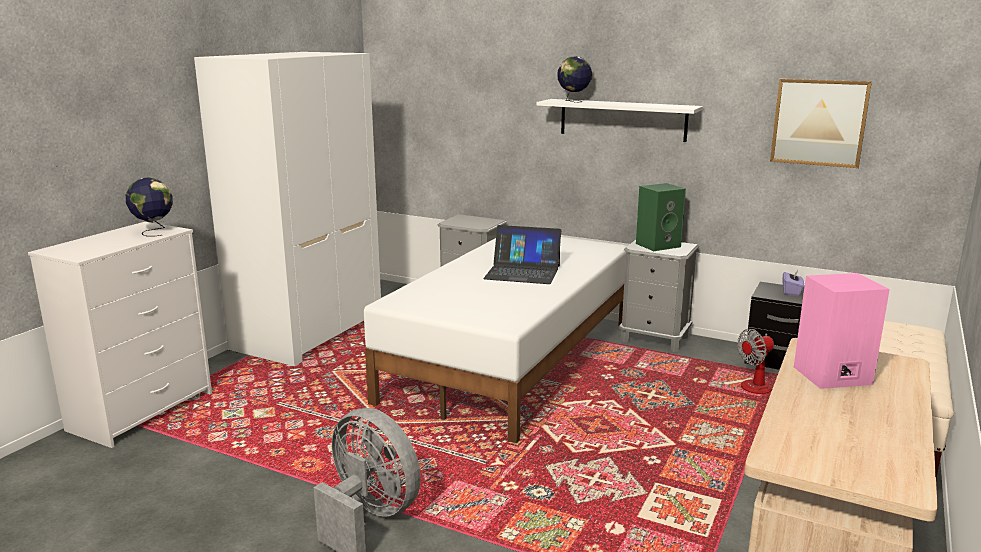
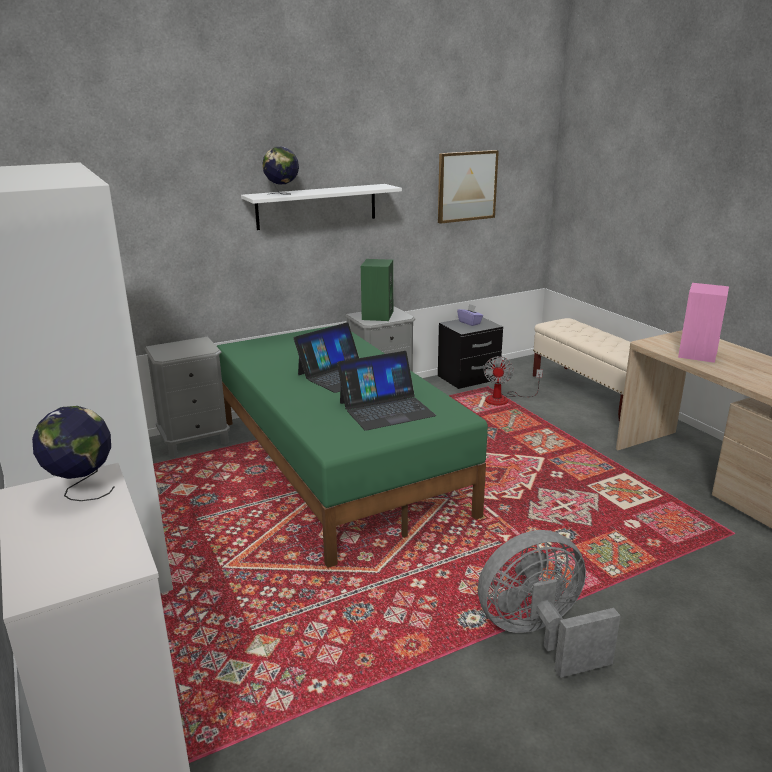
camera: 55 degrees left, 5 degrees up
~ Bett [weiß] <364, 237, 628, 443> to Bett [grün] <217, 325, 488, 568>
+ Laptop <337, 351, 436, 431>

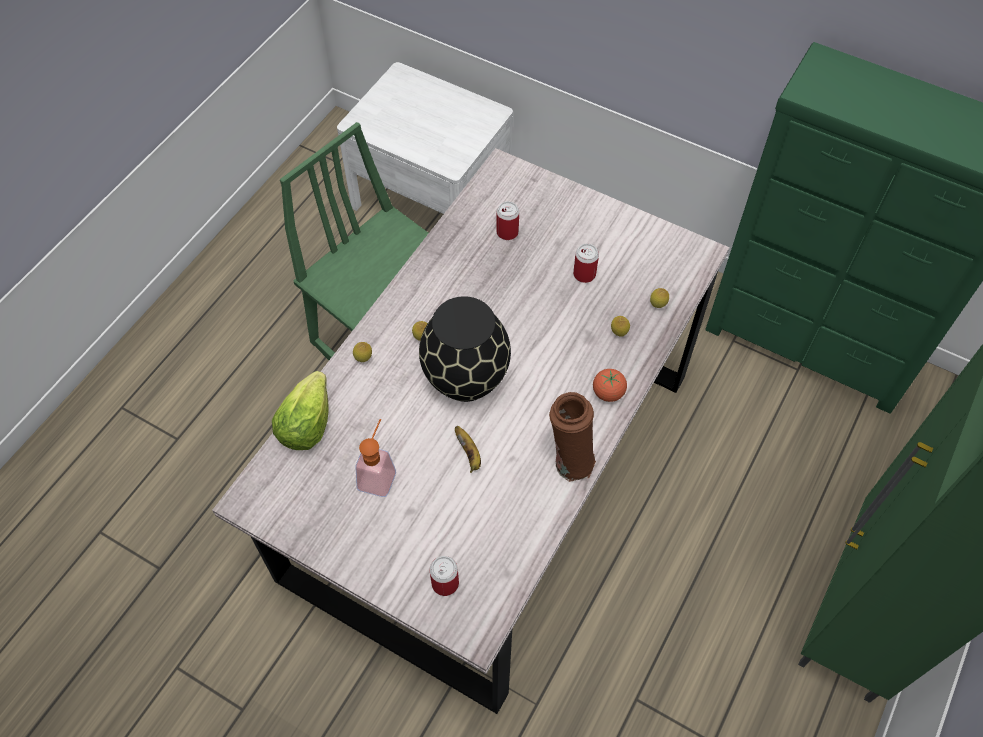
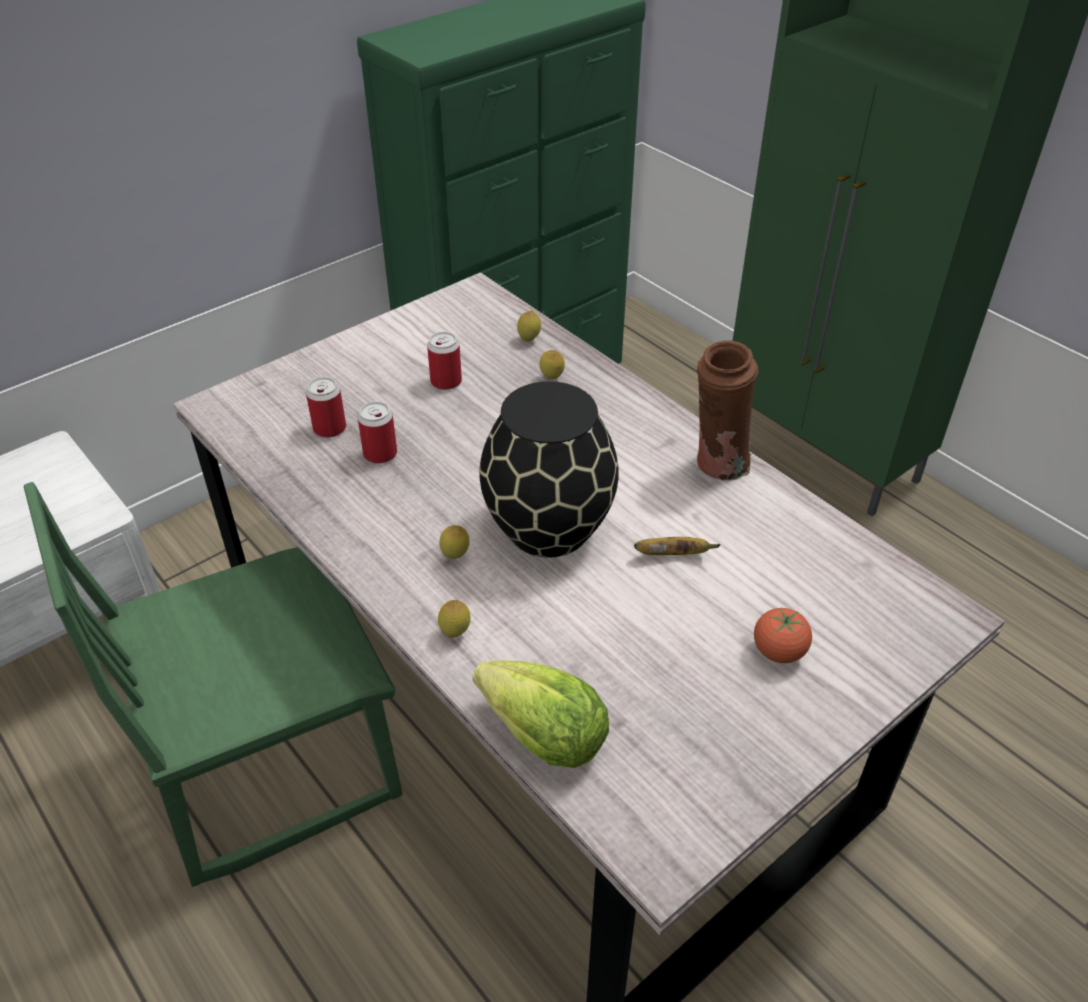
camera: 70 degrees left, 15 degrees down
~ Tomate <593, 369, 627, 402> to <754, 608, 812, 663>
- Seifenspender <355, 419, 396, 497>
~ Dose <430, 556, 459, 596> to <357, 401, 397, 464>

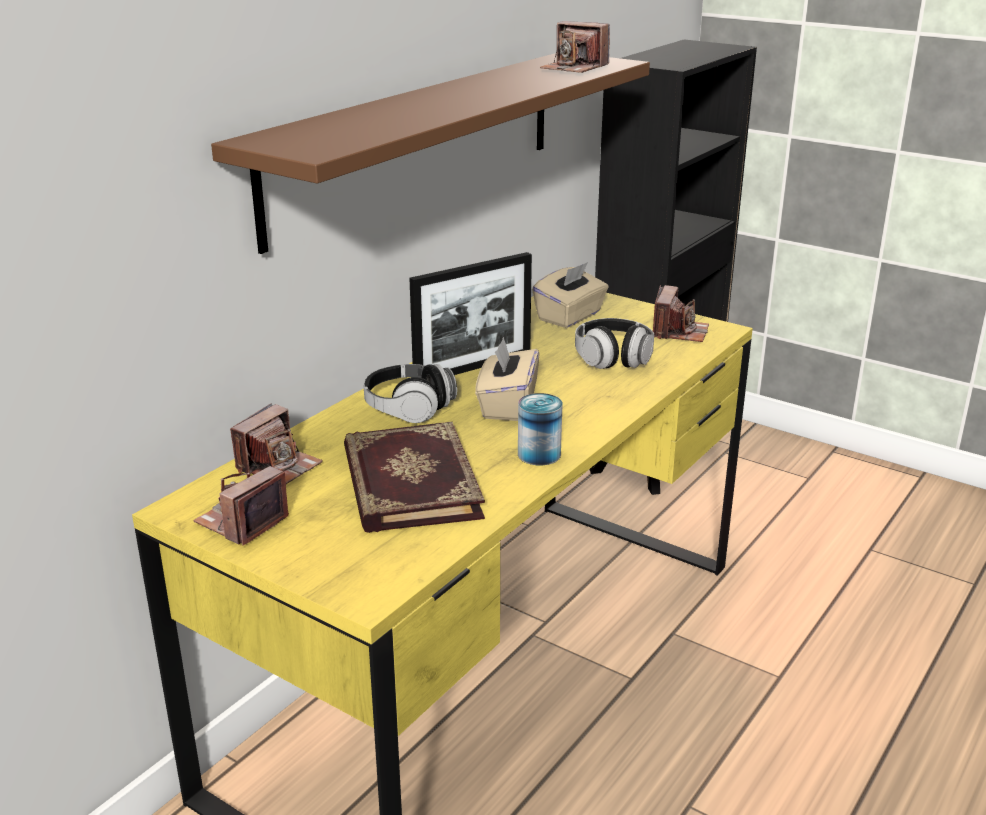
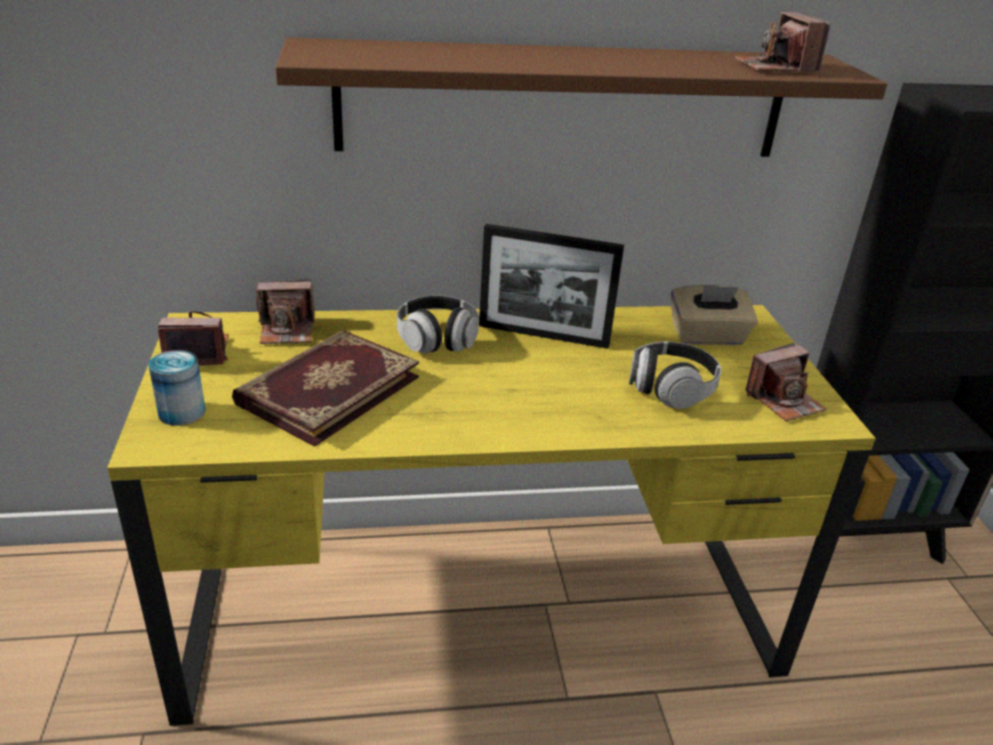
camera: 45 degrees right, 5 degrees up
- Taschentuchbox [beige] <475, 337, 540, 421>
~ Dose <518, 393, 563, 465> to <148, 350, 205, 426>

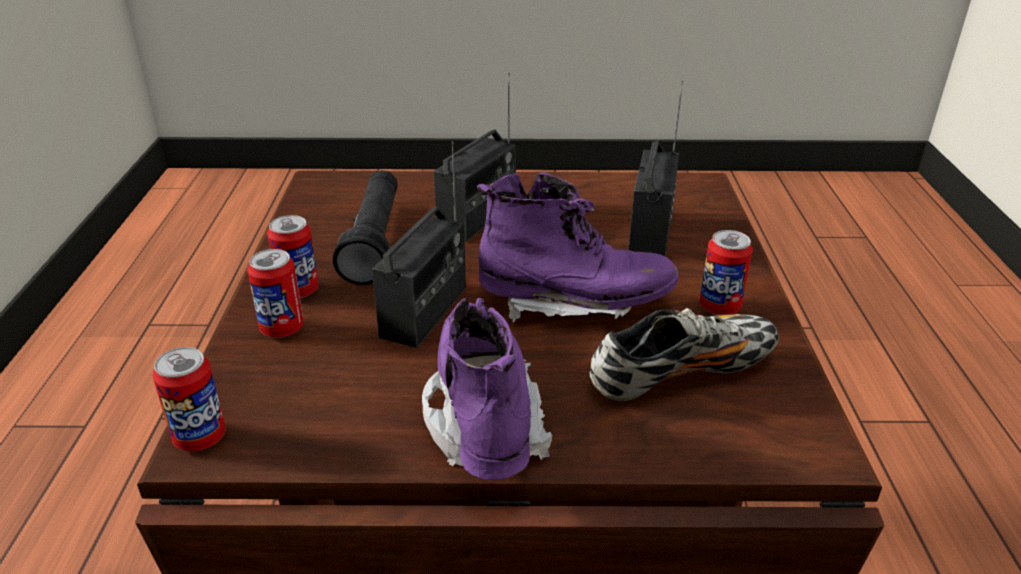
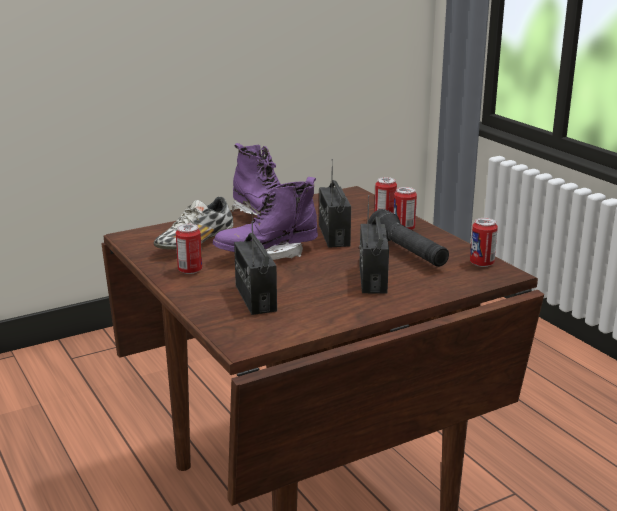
camera: 150 degrees right, 10 degrees down
~ Dose <153, 347, 226, 451> to <470, 218, 498, 267>

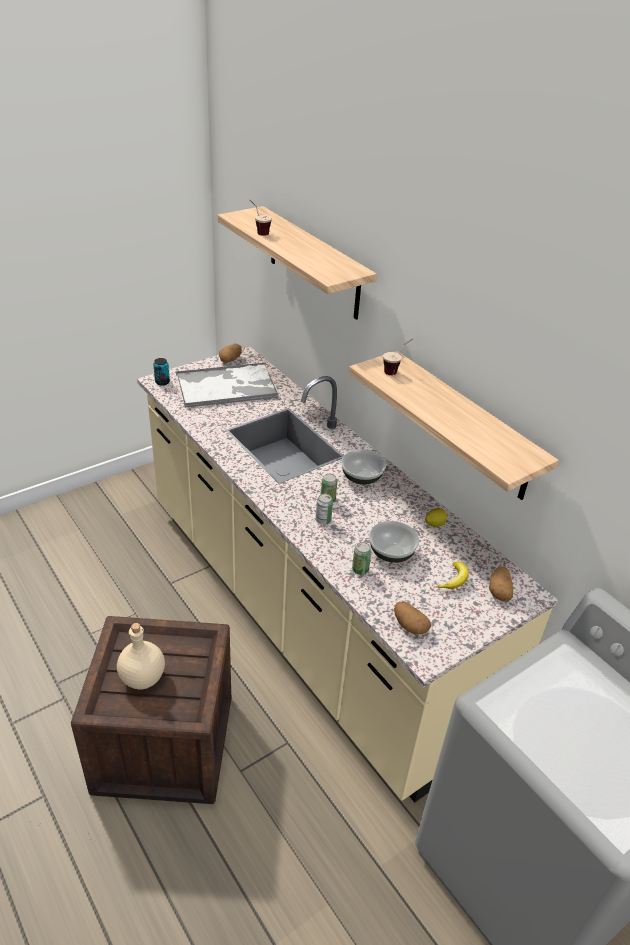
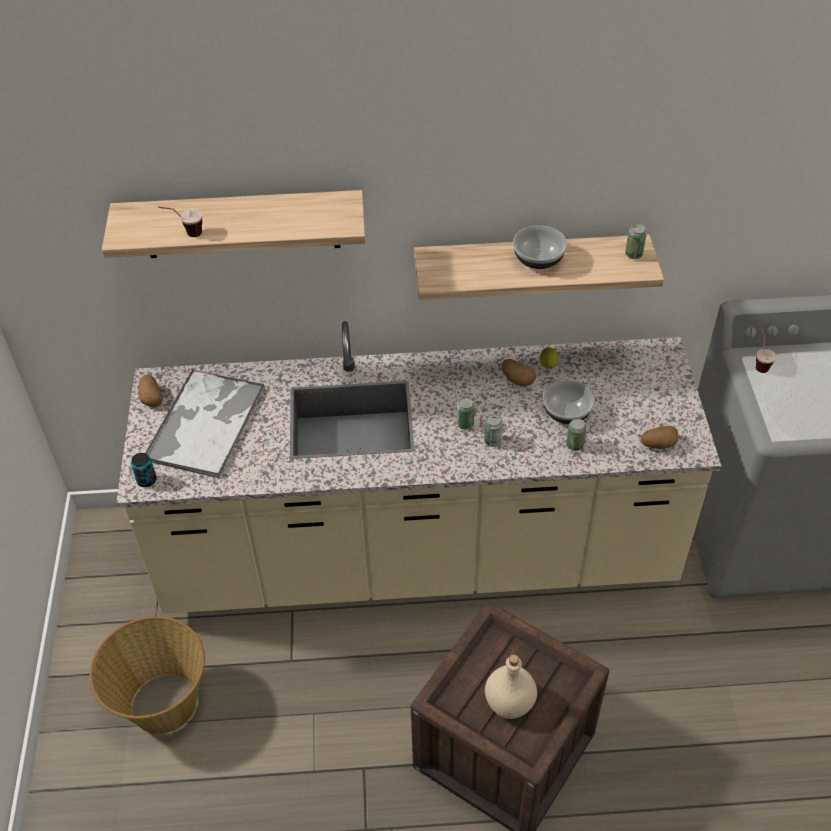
camera: 55 degrees left, 10 degrees up
~ Tasse <383, 339, 413, 375> to <756, 328, 776, 373>
~ Schüssel <341, 449, 386, 485> to <513, 225, 567, 269>
- Banane <436, 562, 469, 589>
~ Kartoffel <489, 566, 513, 602> to <502, 359, 536, 386>
+ Dose <625, 224, 647, 259>
+ Korb <90, 616, 205, 734>

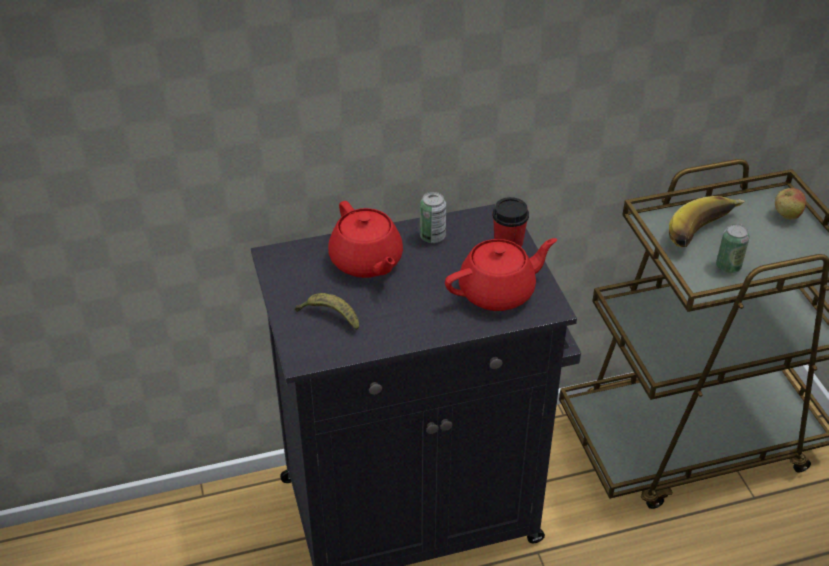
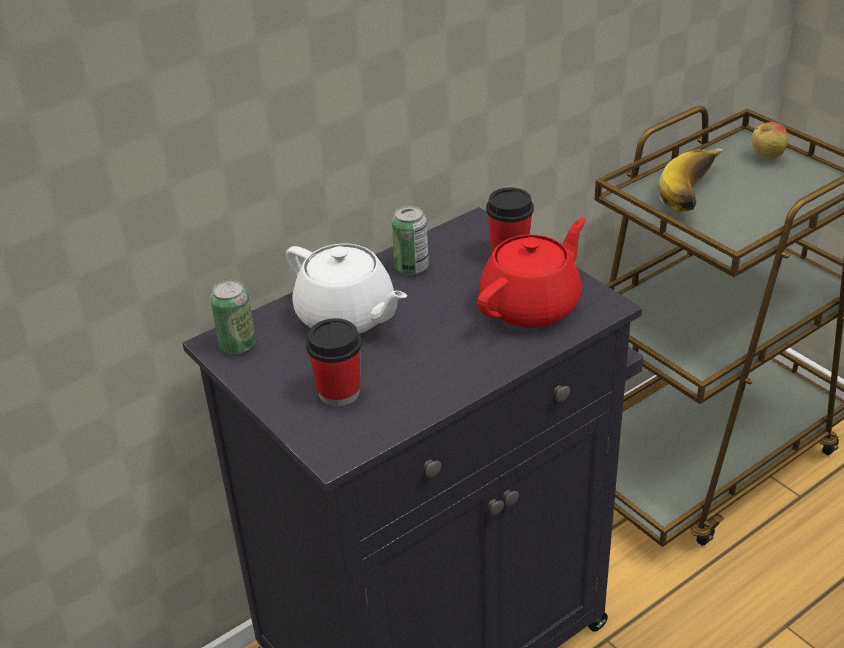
camera: 20 degrees left, 5 degrees down
~ Teekanne [rot] <328, 201, 403, 278> to Teekanne [weiß] <286, 244, 407, 334>
~ Dose <716, 224, 749, 273> to <210, 280, 256, 354>
~ Banane <295, 293, 359, 330> to Tasse <306, 318, 362, 406>

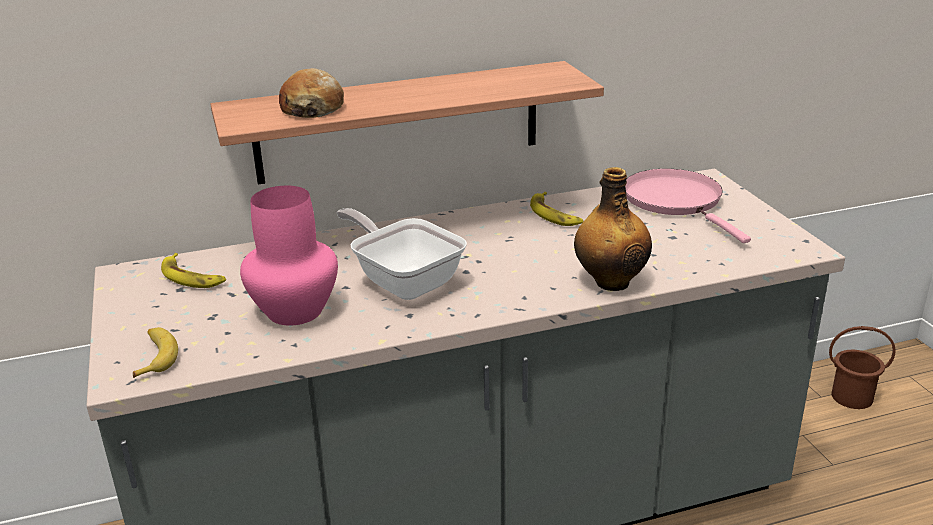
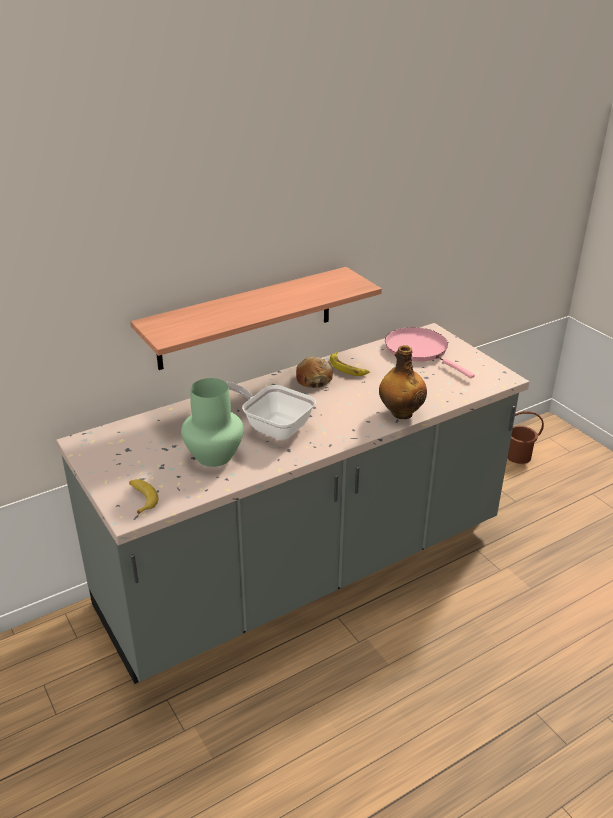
camera: 15 degrees left, 5 degrees up
~ Brot <279, 68, 344, 118> to <296, 357, 333, 388>
~ Vase [rosa] <240, 186, 338, 326> to Vase [grün] <181, 378, 244, 467>
- Banane <161, 253, 226, 288>

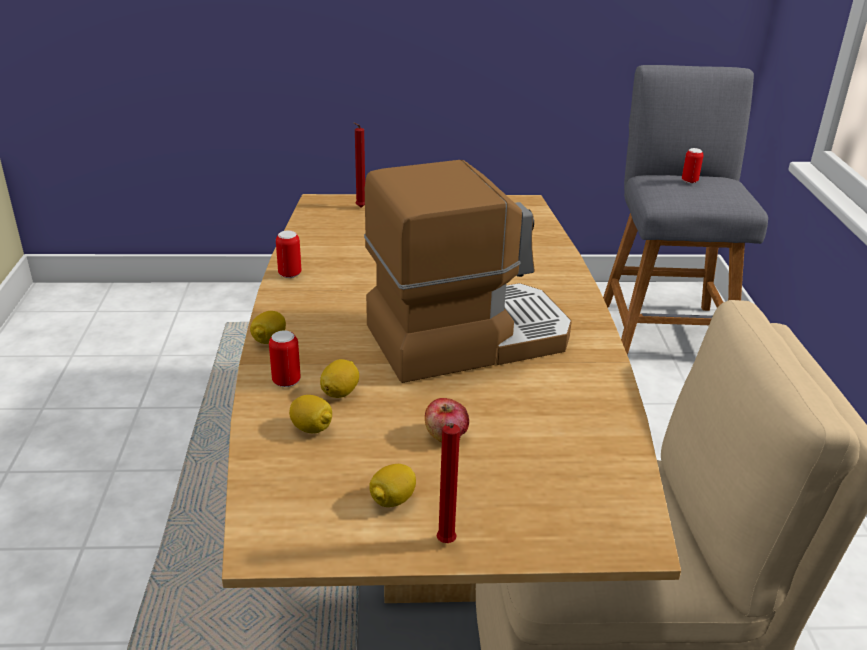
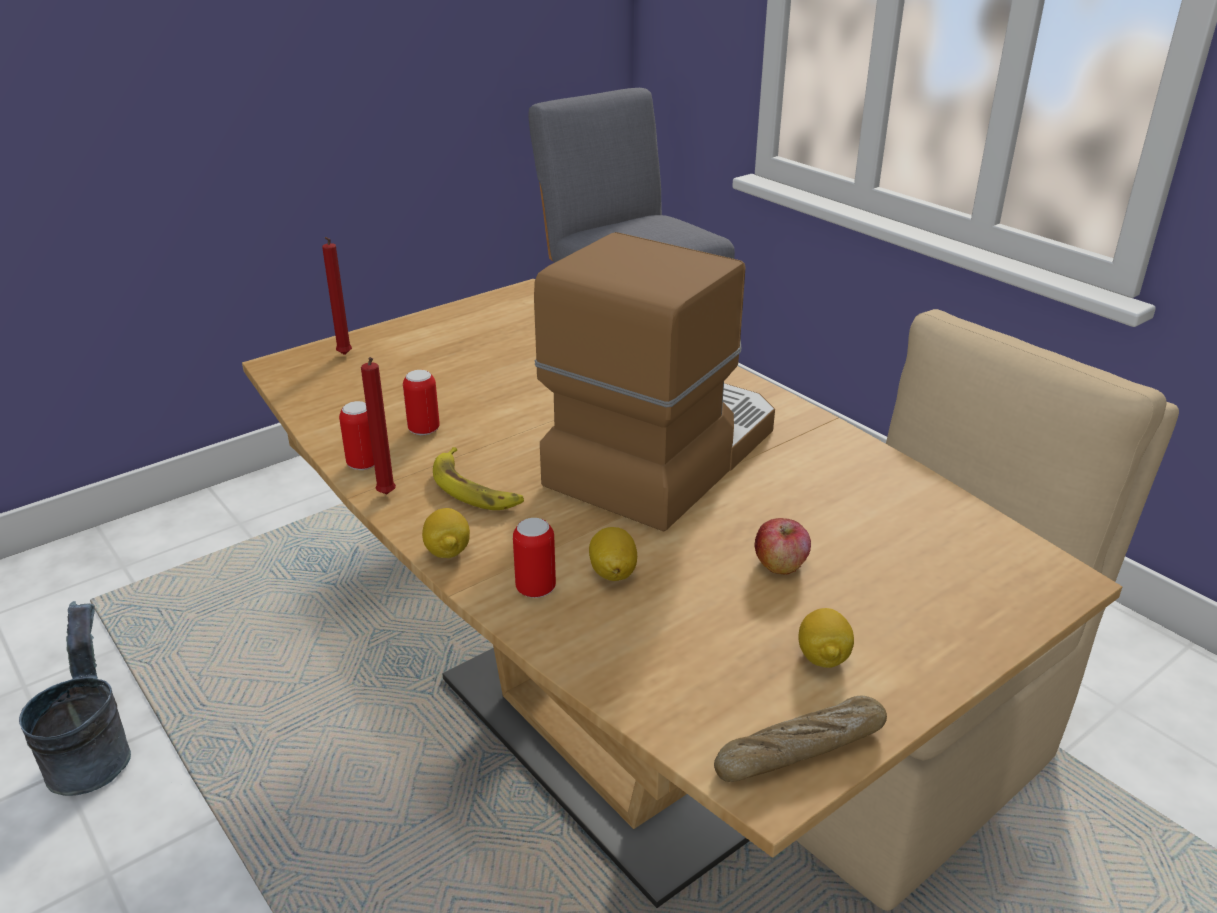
camera: 35 degrees left, 0 degrees up
~ Dose <682, 148, 704, 184> to <403, 370, 440, 435>
- Zitrone <289, 395, 332, 433>
~ Kerze [rot] <436, 423, 460, 543> to <361, 357, 396, 494>
+ Banane <433, 447, 524, 510>
+ Eimer [grau] <19, 601, 131, 796>
+ Brot <714, 696, 887, 782>

